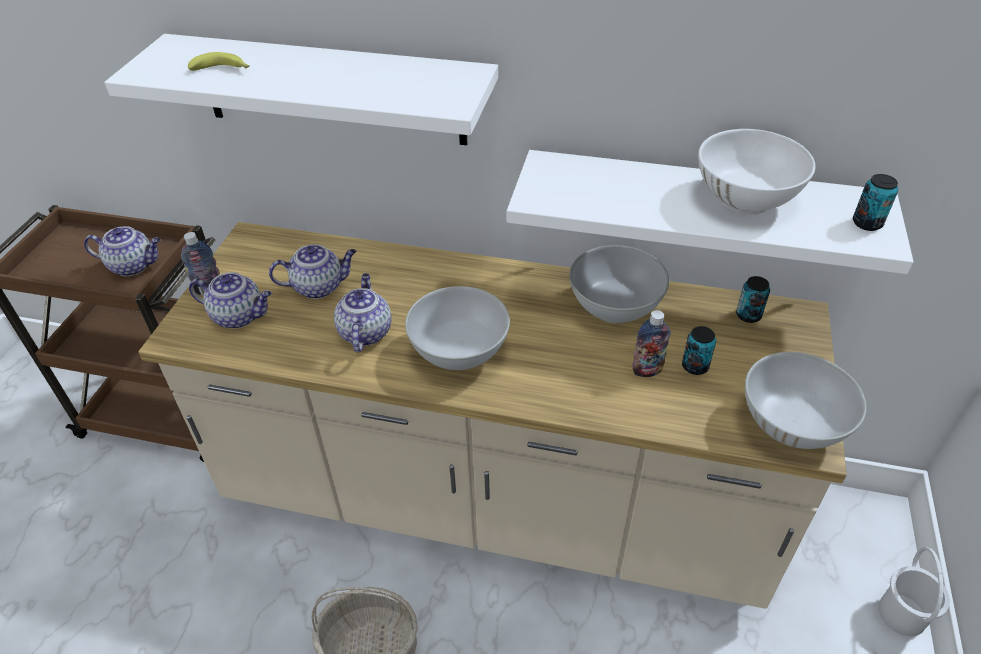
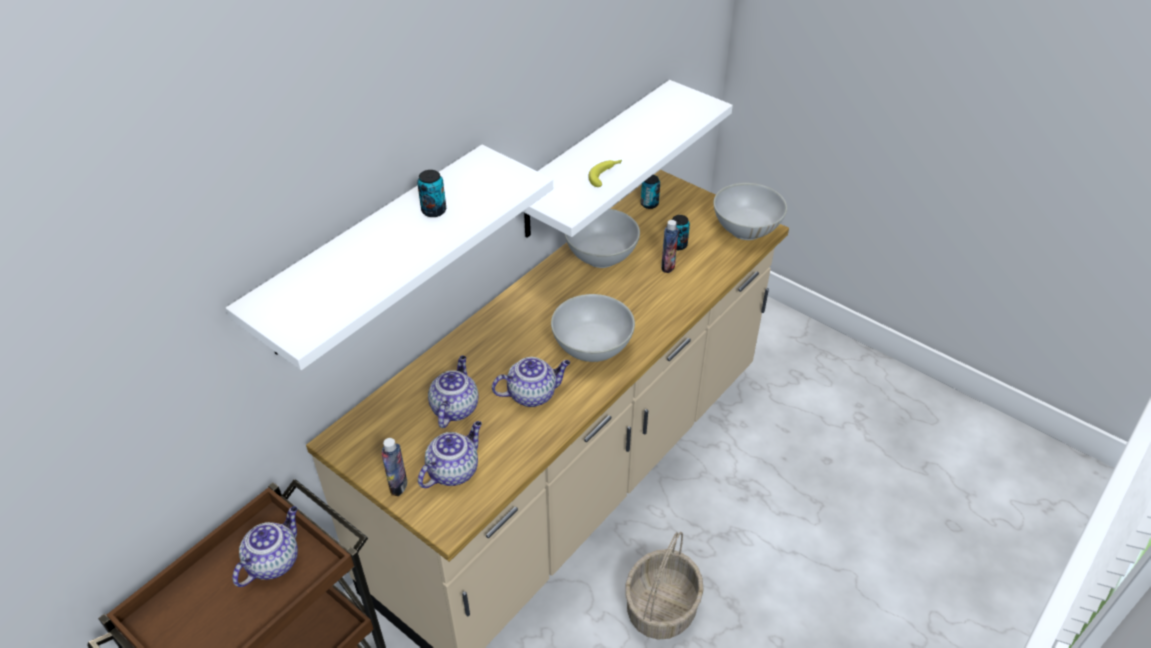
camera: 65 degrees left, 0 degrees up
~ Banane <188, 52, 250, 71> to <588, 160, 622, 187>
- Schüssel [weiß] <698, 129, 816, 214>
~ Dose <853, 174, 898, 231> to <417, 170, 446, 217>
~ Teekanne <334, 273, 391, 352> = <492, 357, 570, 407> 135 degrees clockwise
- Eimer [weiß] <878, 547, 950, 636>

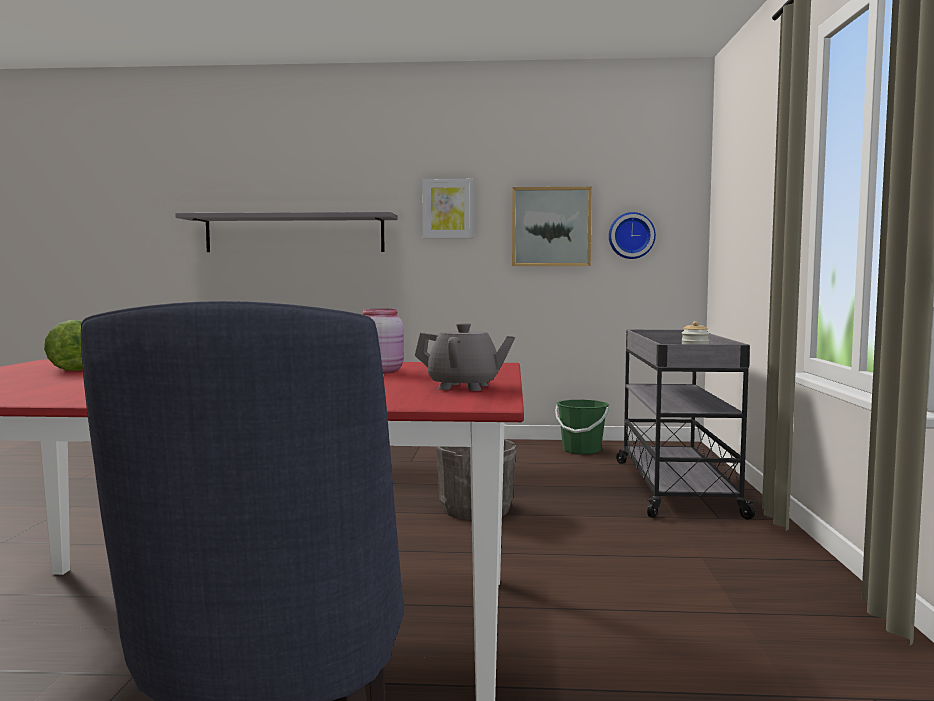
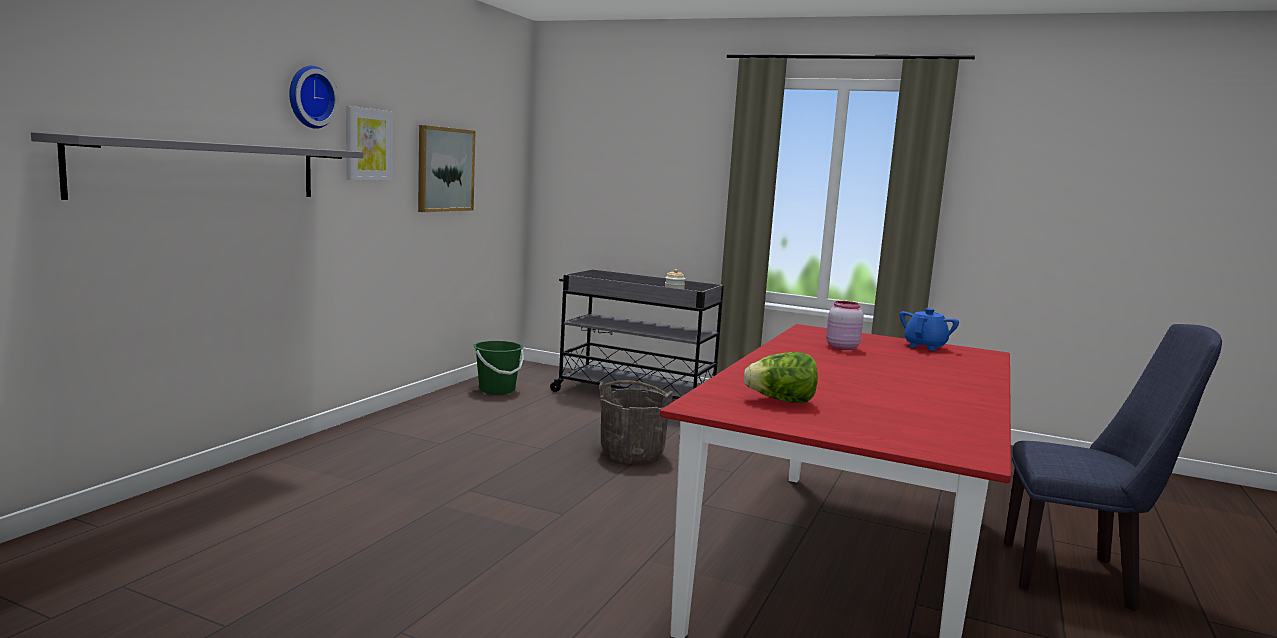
camera: 70 degrees left, 5 degrees up
~ Wanduhr <609, 212, 656, 259> to <289, 66, 339, 129>
~ Teekanne [grau] <415, 323, 515, 391> to Teekanne [blau] <900, 308, 959, 351>

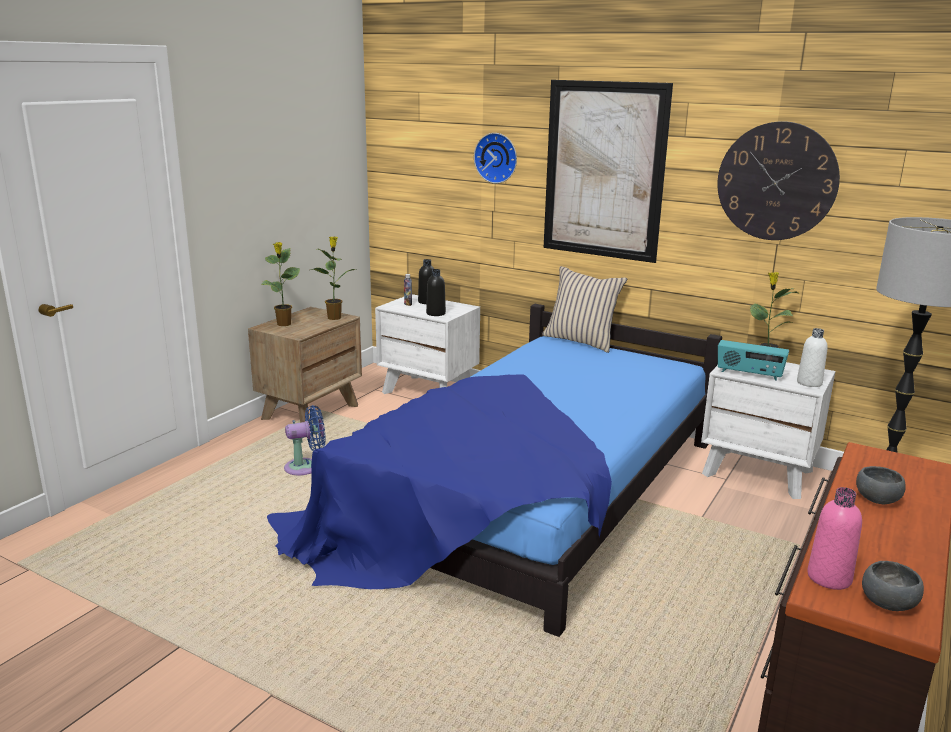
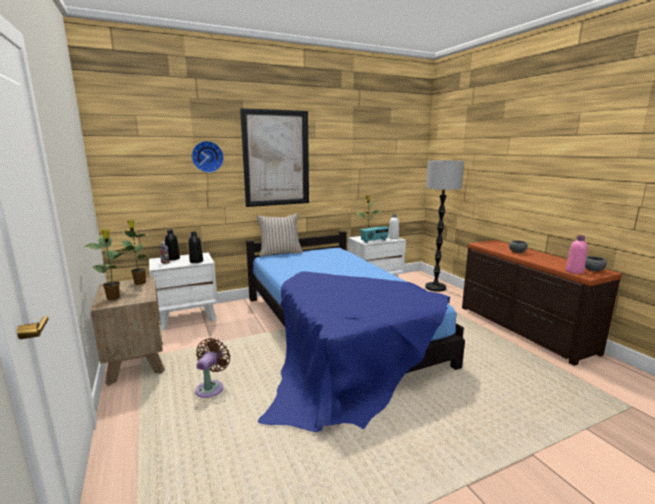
camera: 55 degrees left, 5 degrees down
- Wanduhr <717, 121, 840, 240>
~ Ventilator [blau] <284, 405, 326, 475> to Ventilator [braun] <195, 338, 230, 398>

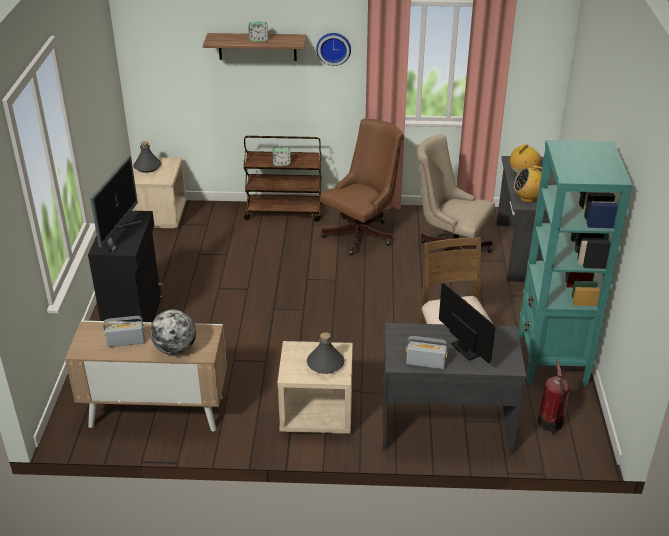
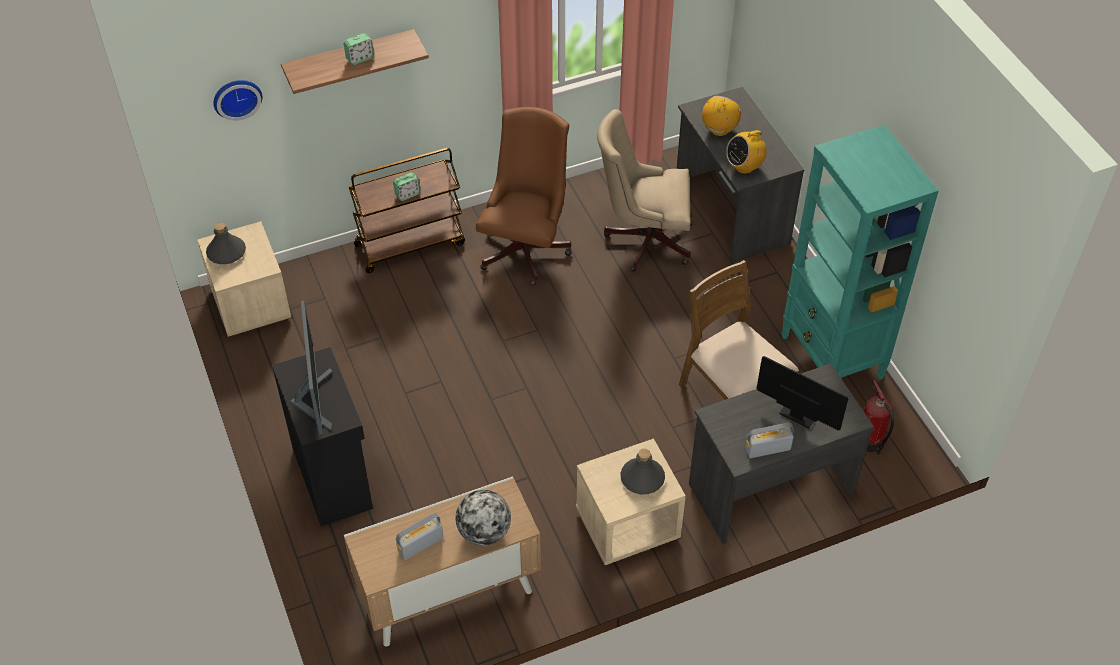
camera: 25 degrees left, 15 degrees up
~ Wanduhr <316, 33, 351, 66> to <214, 80, 262, 121>

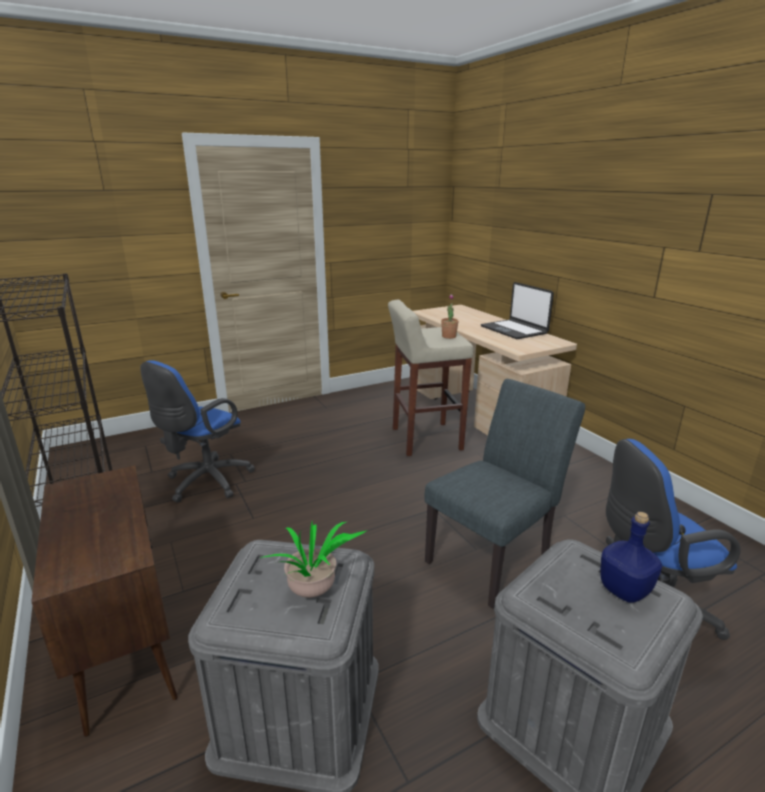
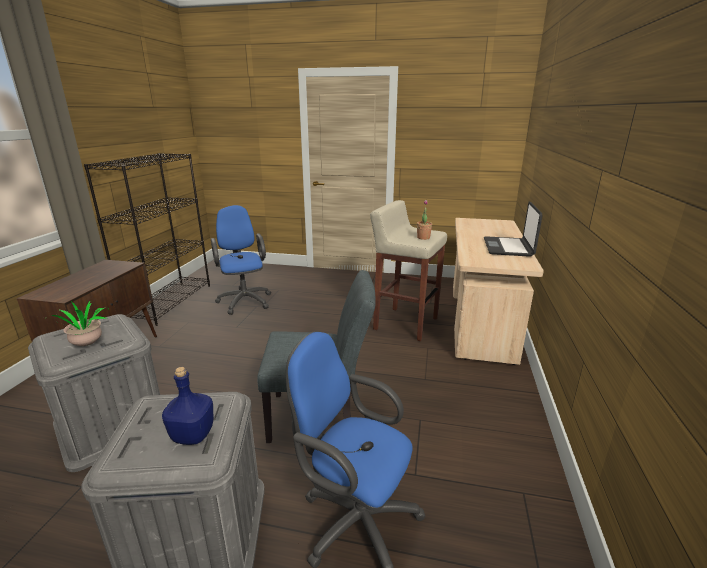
camera: 40 degrees right, 0 degrees up
~ Bürostuhl [blau] <140, 360, 255, 503> = <211, 205, 271, 315> 90 degrees clockwise

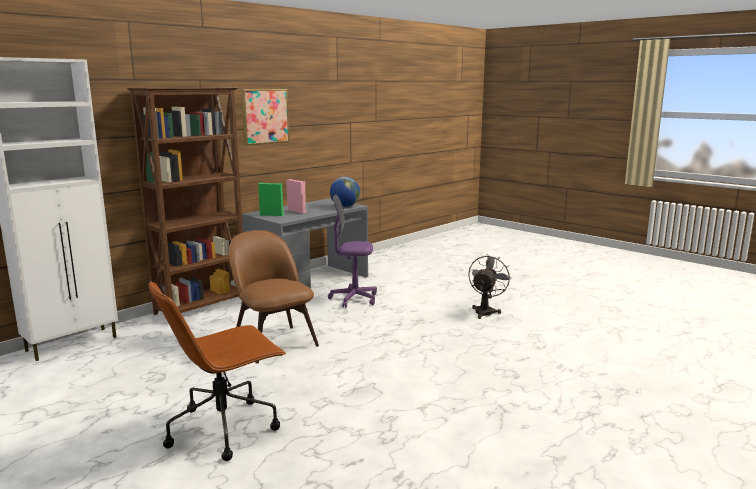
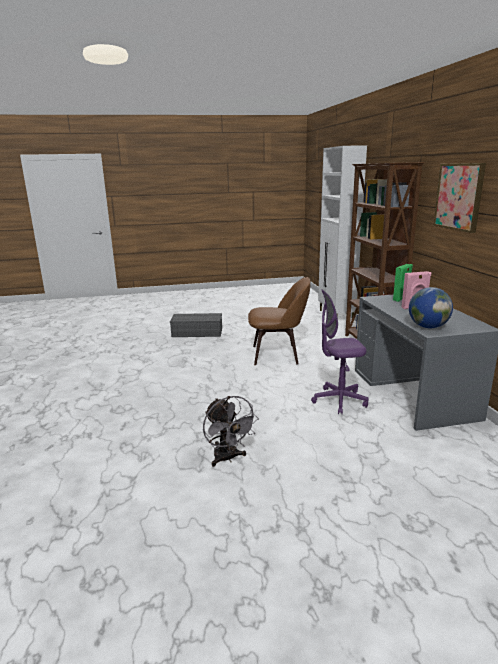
camera: 125 degrees right, 5 degrees up
~ Bürostuhl [lila] <328, 194, 377, 308> = <311, 289, 368, 415> 135 degrees counterclockwise
~ Bürostuhl [braun] <148, 281, 286, 461> to Aufbewahrungsbox [grau] <170, 313, 222, 337>

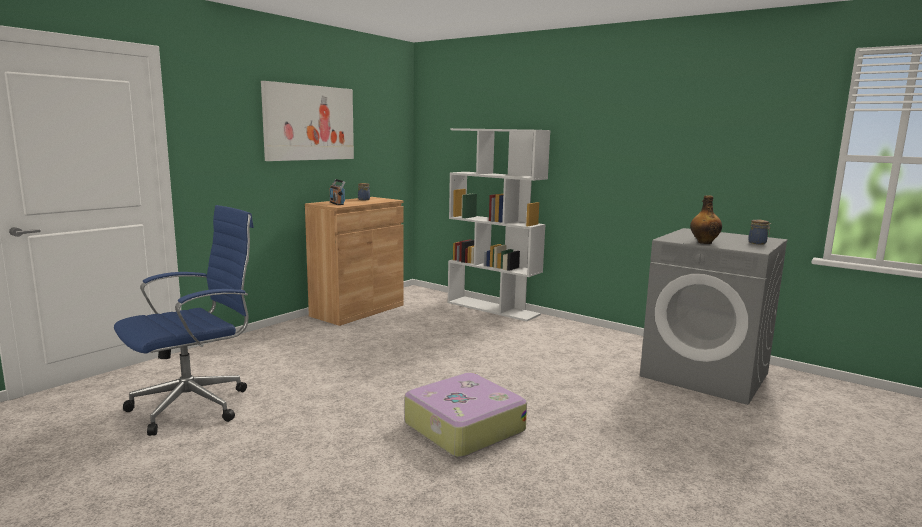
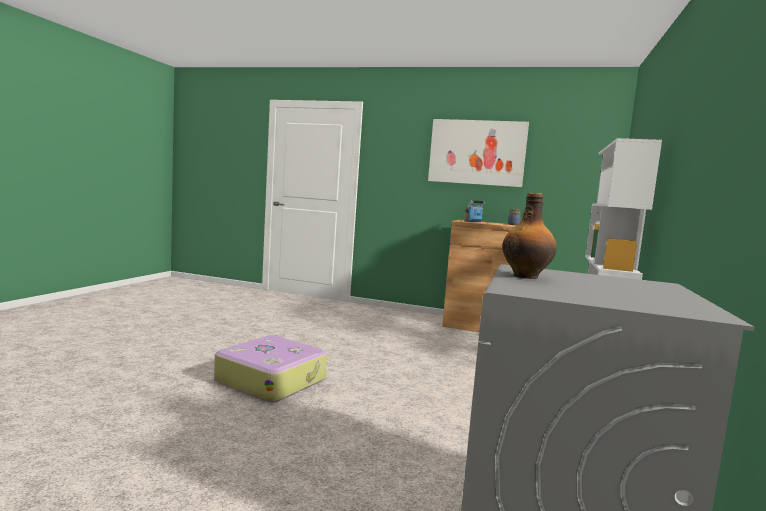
camera: 70 degrees right, 5 degrees down
- Bürostuhl [blau] <114, 205, 254, 436>
- Vorratsglas <748, 220, 771, 244>

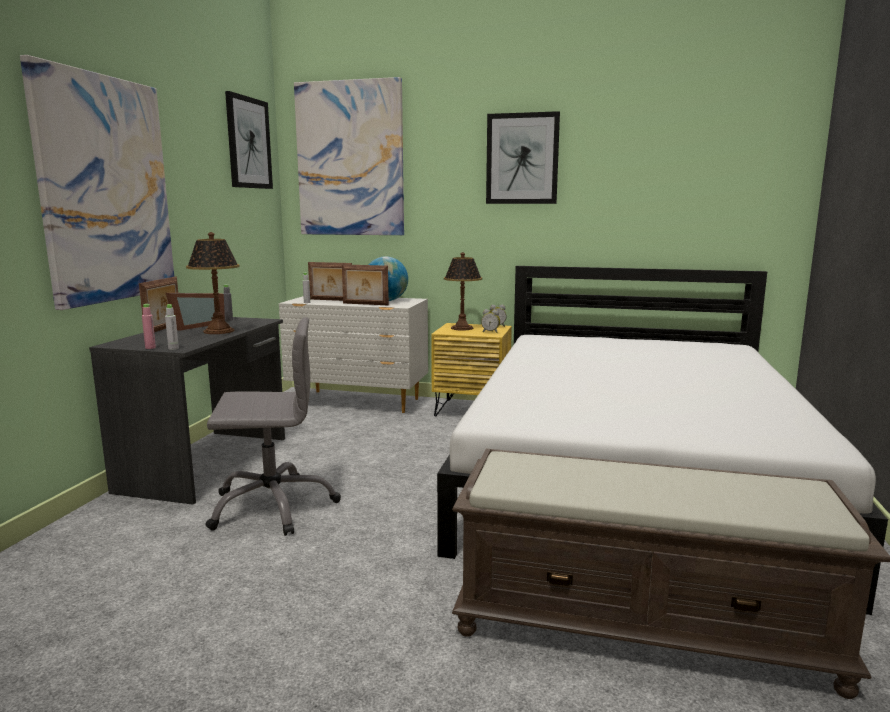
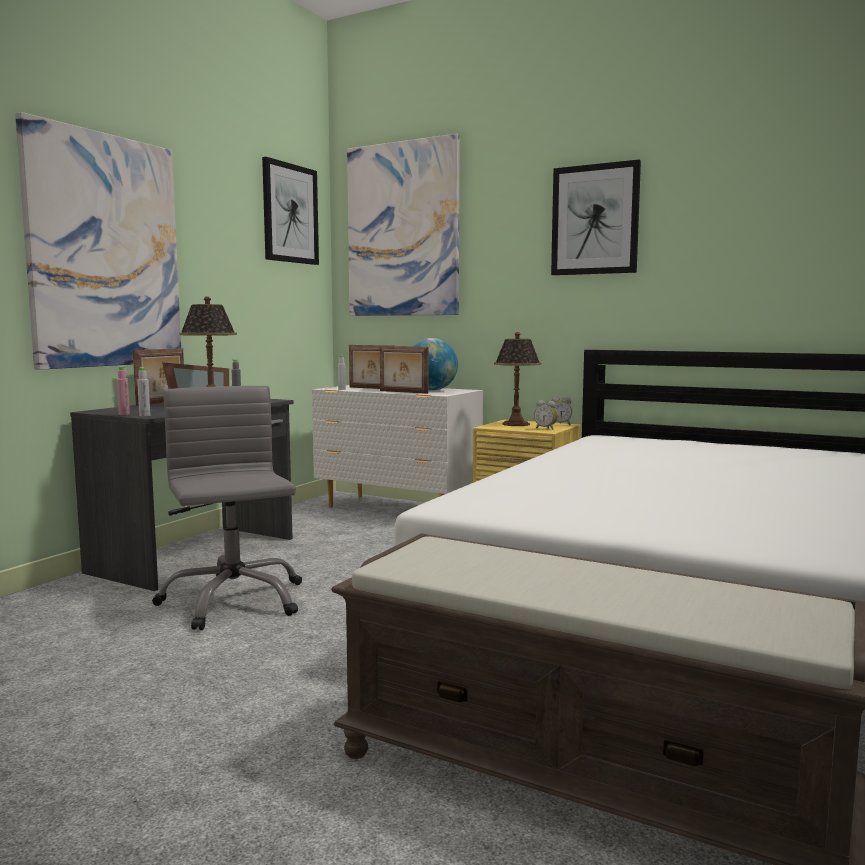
camera: 15 degrees right, 5 degrees down
~ Bürostuhl [grau] <205, 317, 341, 536> = <152, 386, 302, 630> 120 degrees counterclockwise

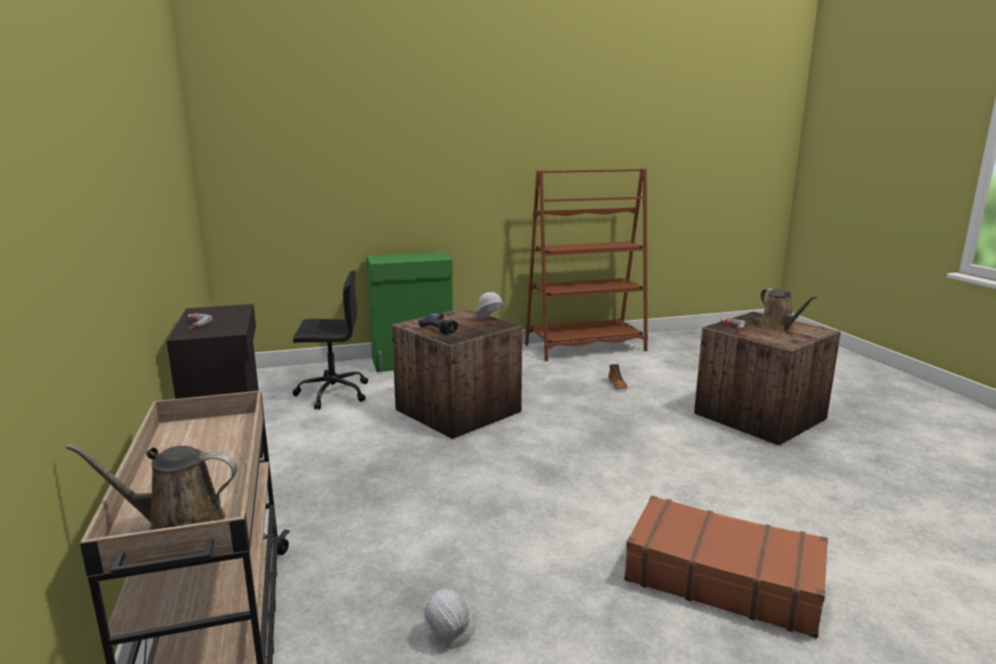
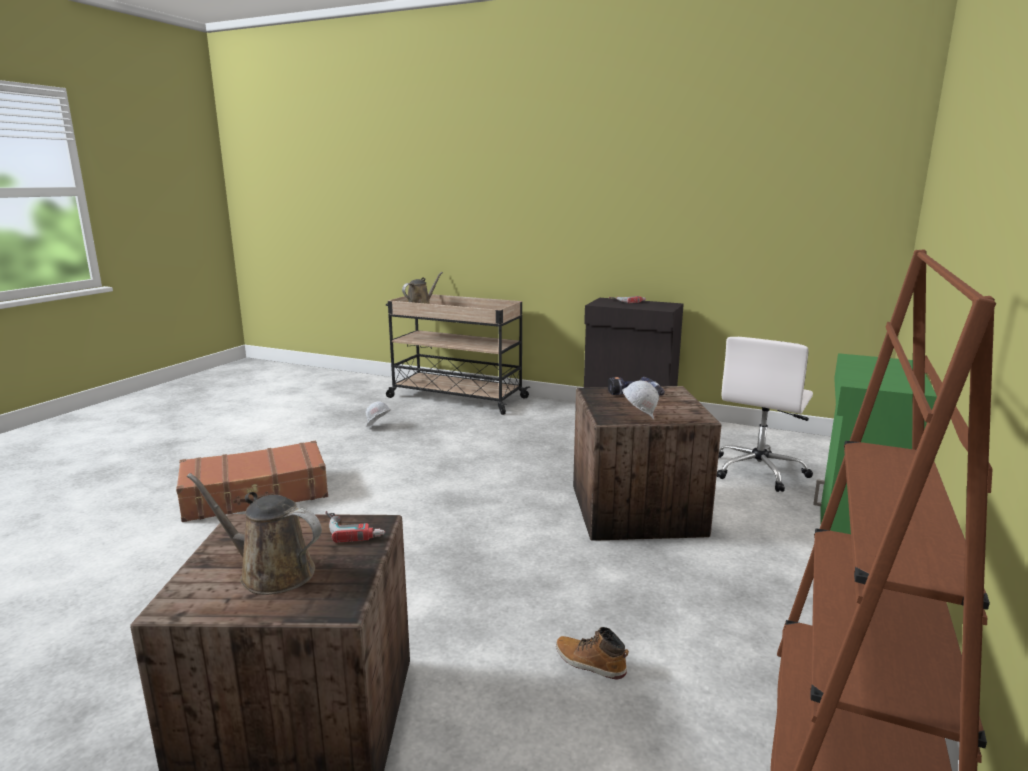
camera: 130 degrees right, 0 degrees up
~ Bürostuhl [schwarz] <292, 270, 368, 410> to Bürostuhl [weiß] <717, 337, 813, 492>

